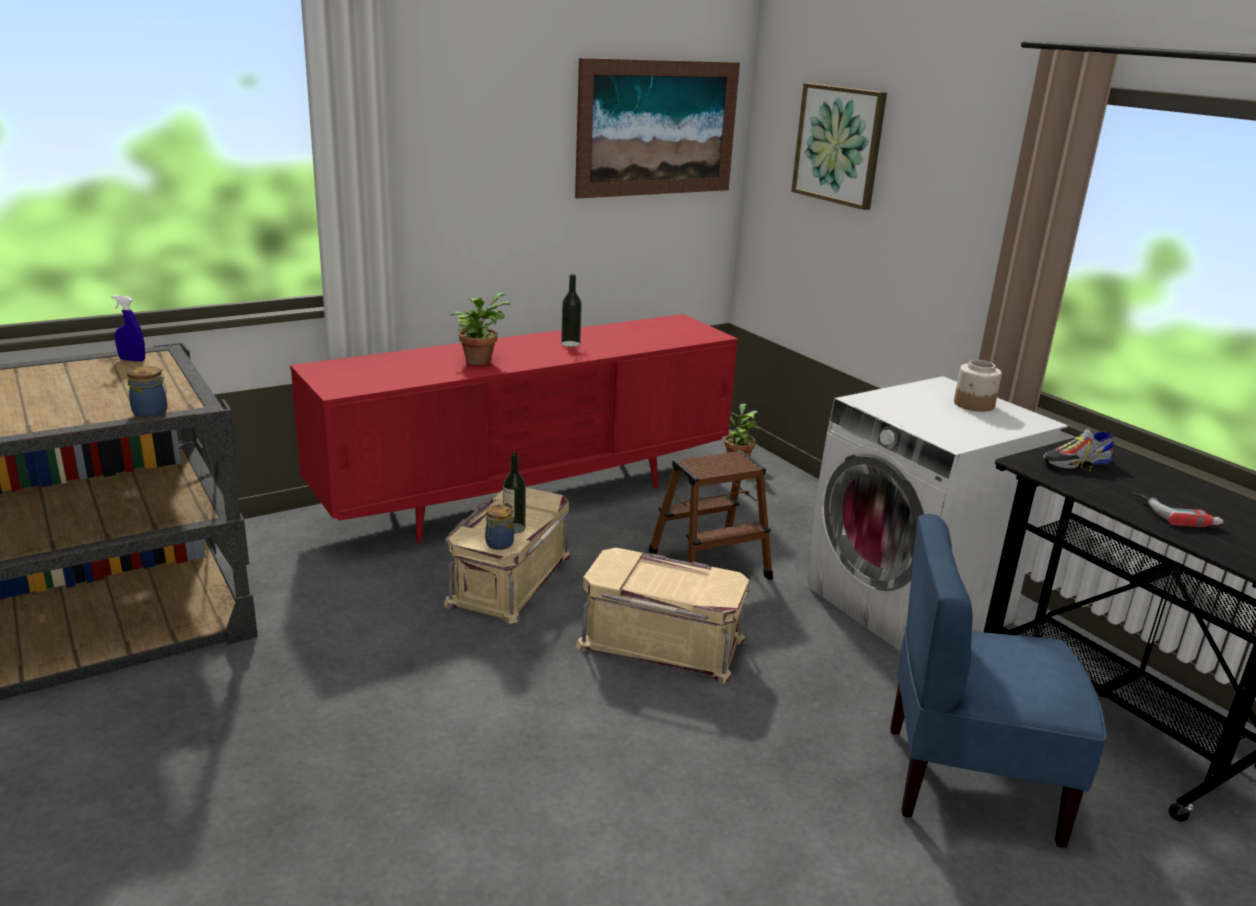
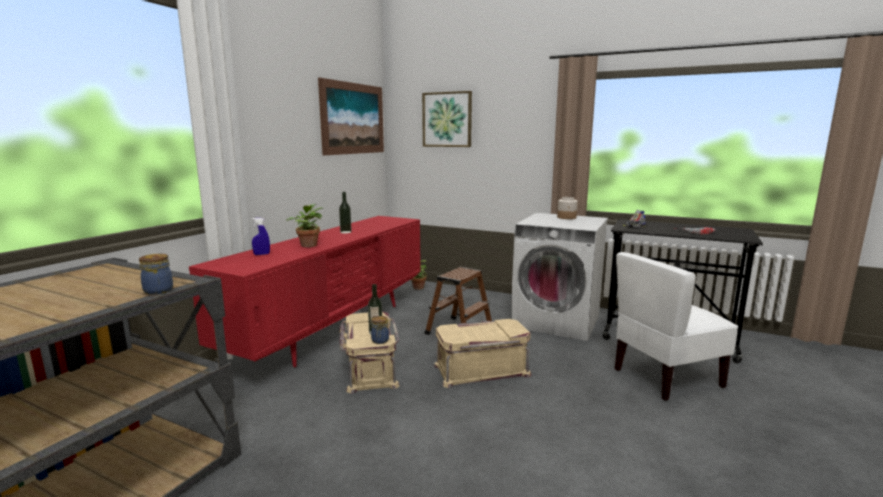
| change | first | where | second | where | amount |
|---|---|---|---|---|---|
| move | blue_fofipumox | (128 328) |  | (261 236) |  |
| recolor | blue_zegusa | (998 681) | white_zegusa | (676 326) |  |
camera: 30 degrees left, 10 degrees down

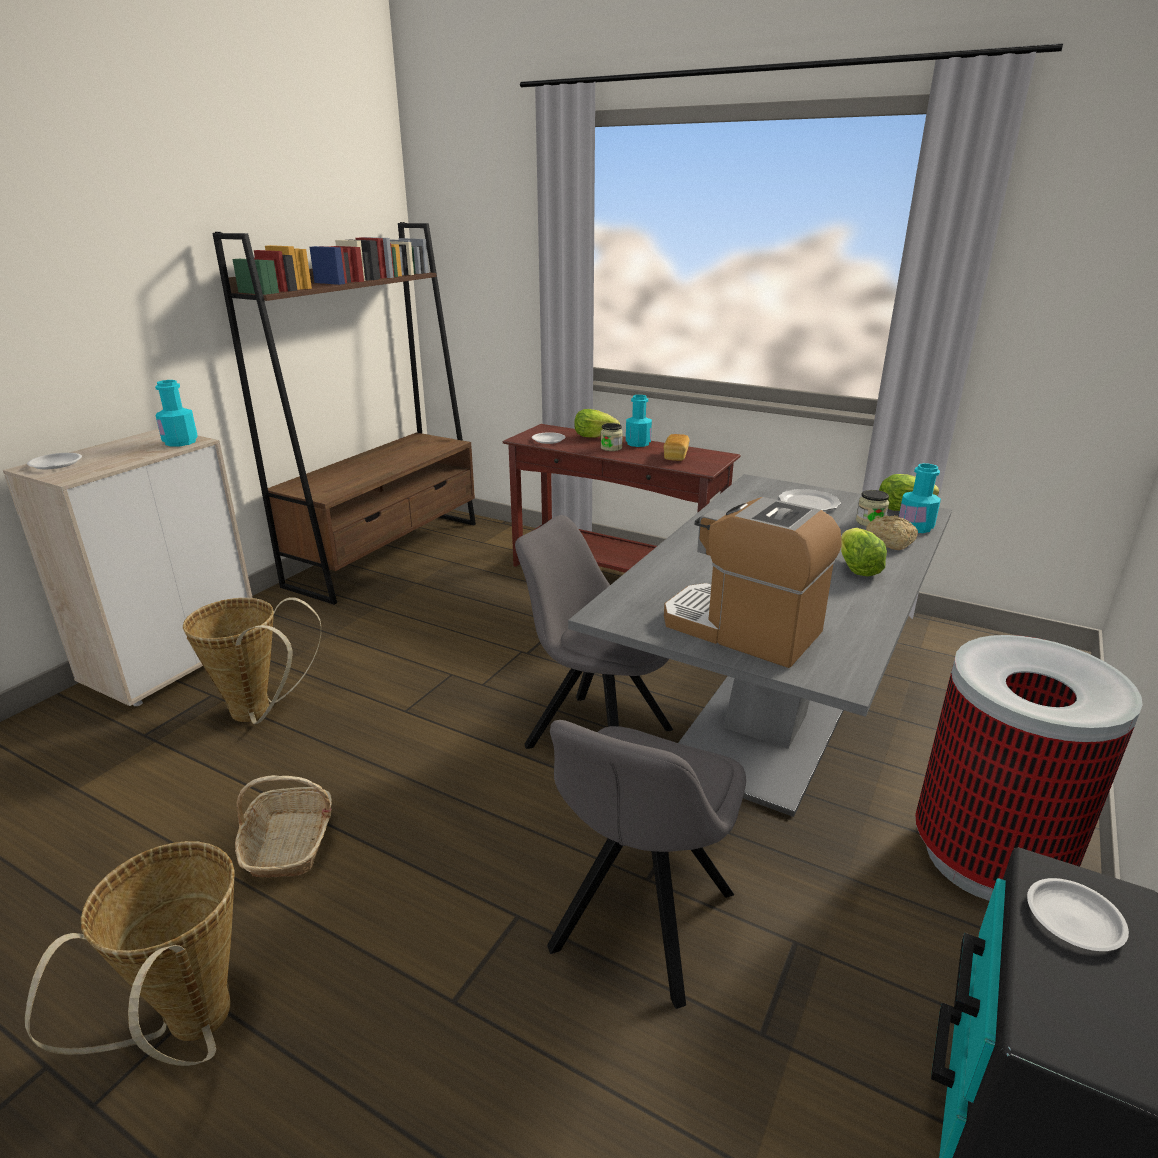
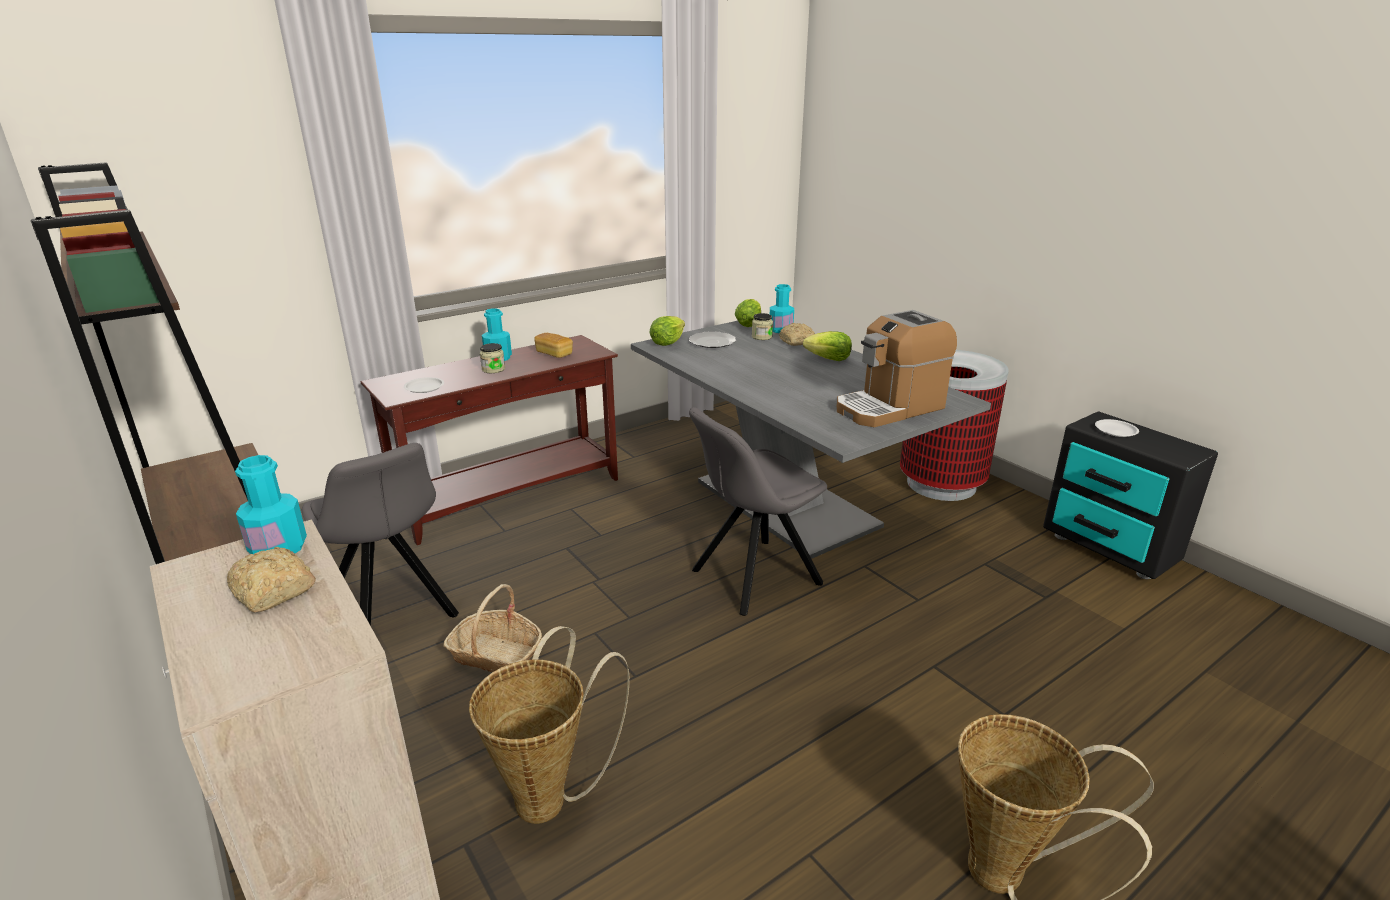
| change | first | where | second | where | amount |
|---|---|---|---|---|---|
| delete | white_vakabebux | (54 461) |  |  |  |
| insert |  |  | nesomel | (271 579) |  |
| move | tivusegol | (283 826) |  | (492 628) |  |
| move | grey_zegusa | (646 864) |  | (380 534) |  |
| move | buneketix | (597 423) |  | (667 331) |  |
camera: 65 degrees left, 0 degrees up

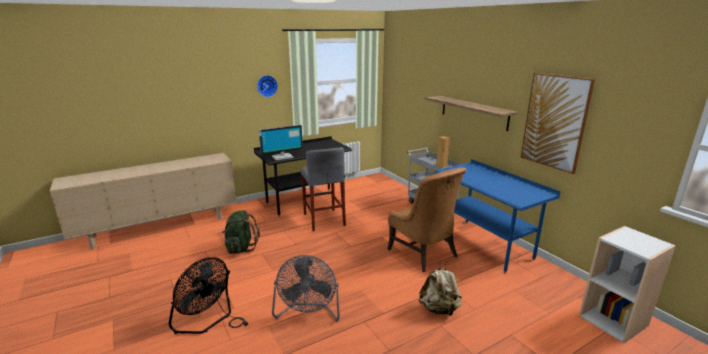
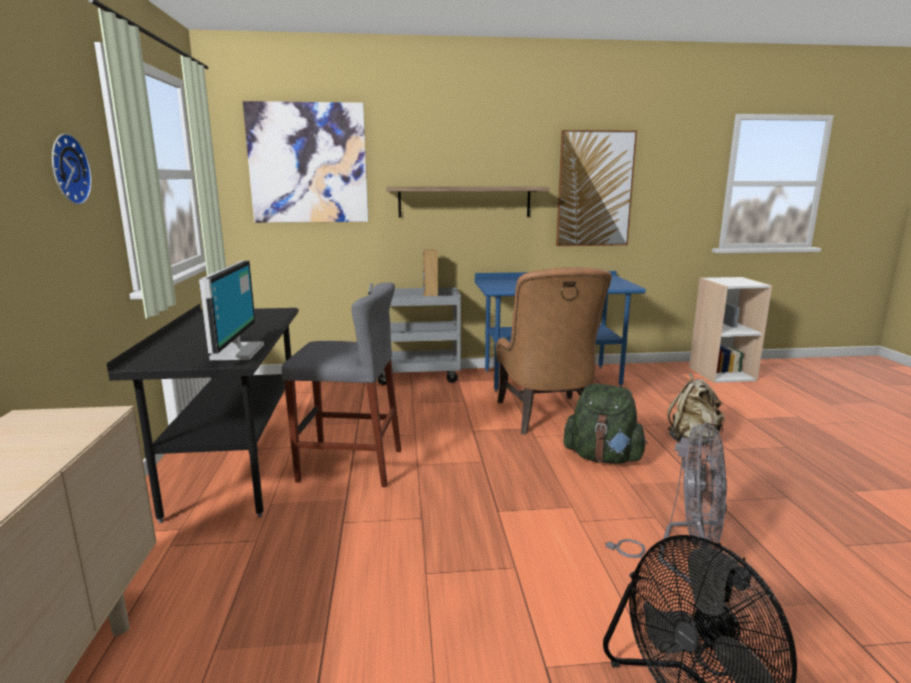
| change | first | where | second | where | amount |
|---|---|---|---|---|---|
| insert |  |  | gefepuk | (305 162) |  |
| move | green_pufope | (241 232) |  | (606 424) |  |
| rotate | brown_zegusa | (427 219) |  | (554 351) | 90 degrees clockwise |
camera: 65 degrees left, 5 degrees down

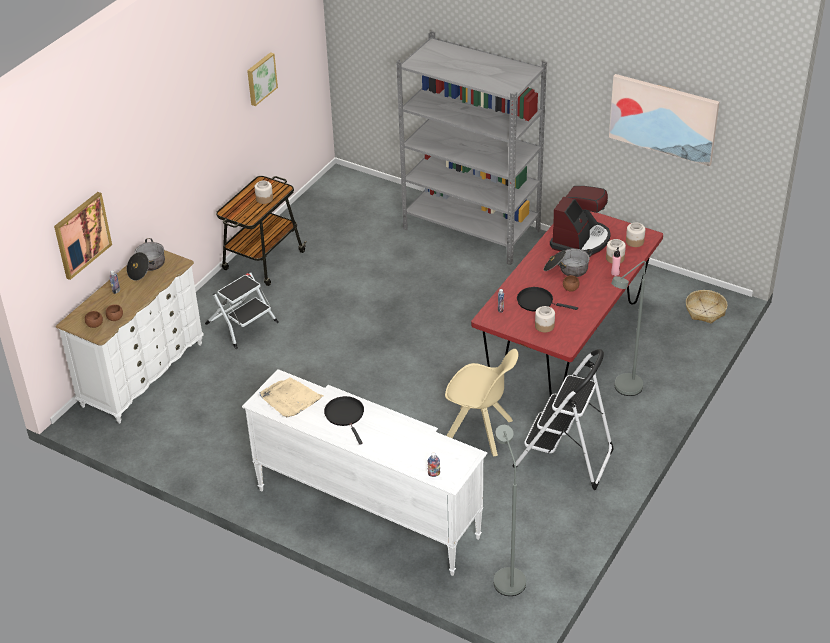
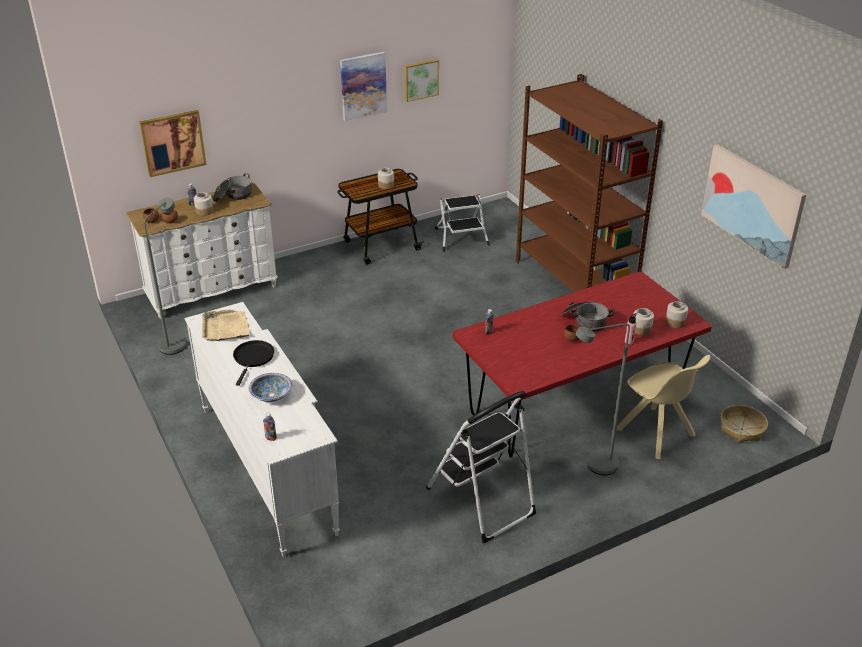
| change | first | where | second | where | amount |
|---|---|---|---|---|---|
| delete | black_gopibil | (547 299) |  |  |  |
| delete | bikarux | (580 221) |  |  |  |
| insert |  |  | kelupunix | (270 387) |  |
| insert |  |  | gefepuk | (363 86) |  |
| move | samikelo | (242 310) |  | (462 223) |  |
| move | beige_zegusa | (482 402) |  | (663 407) |  |
| move | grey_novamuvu | (510 510) |  | (165 276) |  |
| move | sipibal | (545 319) |  | (203 204) |  |
| recolor | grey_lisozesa | (471 148) | brown_lisozesa | (589 183) |  |
camera: 30 degrees right, 5 degrees down

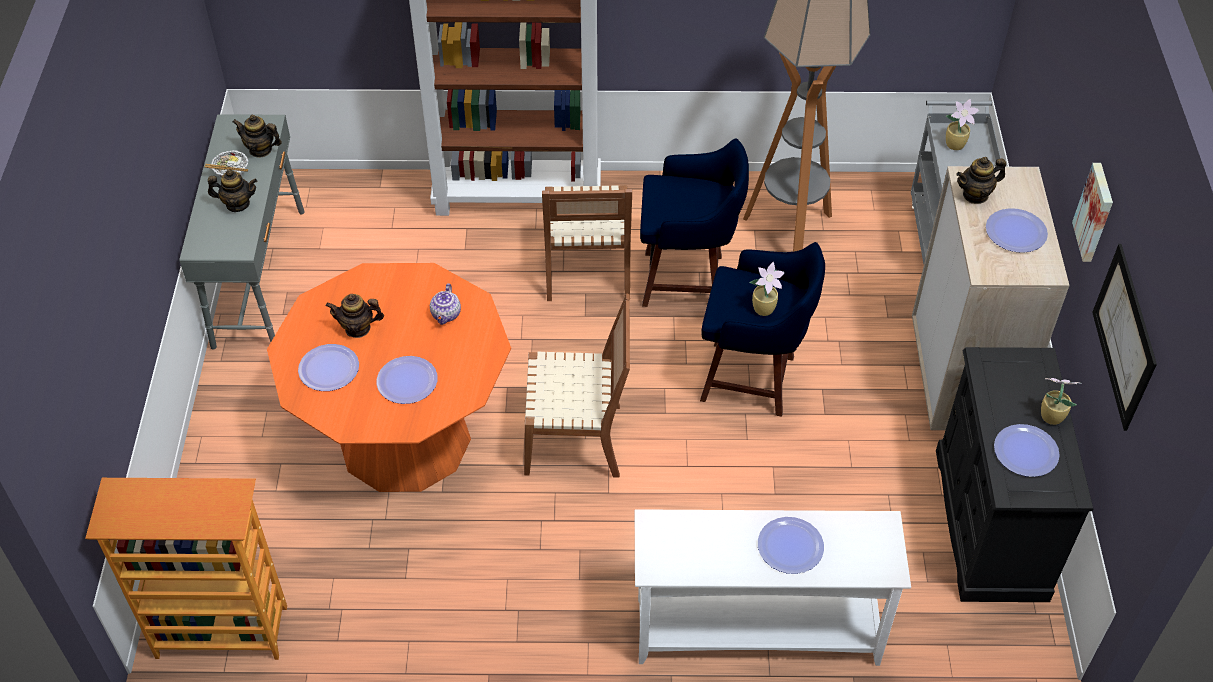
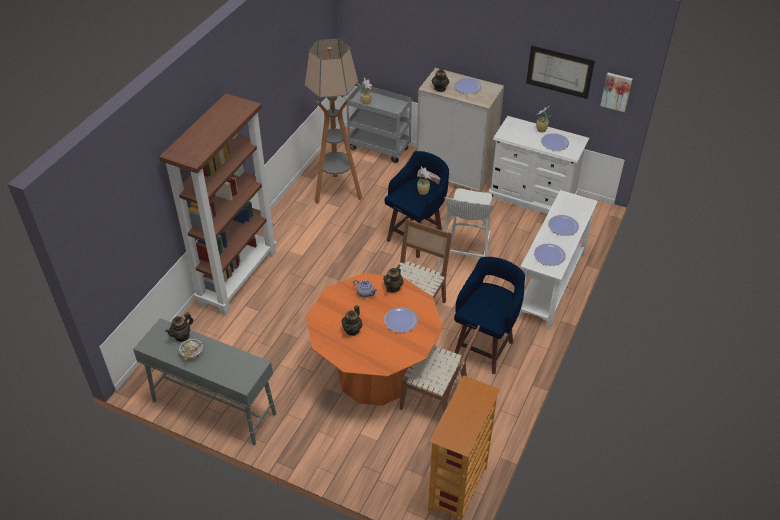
| change | first | where | second | where | amount |
|---|---|---|---|---|---|
| insert |  |  | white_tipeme | (464 234) |  |
| move | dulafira | (232 190) |  | (393 278) |  |
| move | vakabebux | (328 367) |  | (550 255) |  |
| move | zegusa | (587 243) |  | (440 368) |  |
| move | blue_tipeme | (694 222) |  | (489 316) |  |
| move | gefepuk | (1092 212) |  | (616 92) |  |
| recolor | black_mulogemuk | (1014 474) | white_mulogemuk | (539 165) |  |
camera: 65 degrees left, 5 degrees down

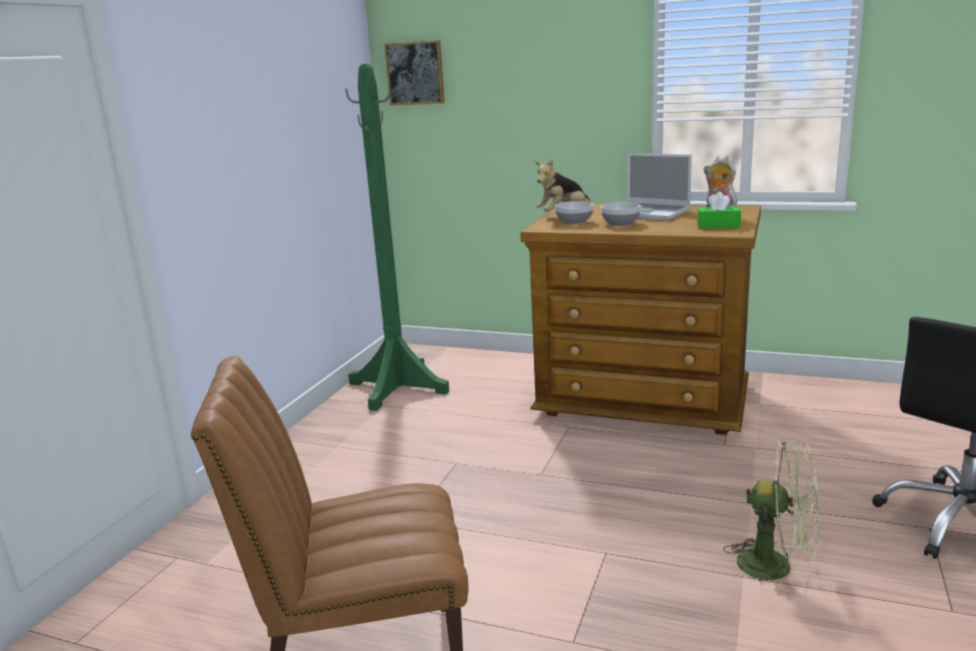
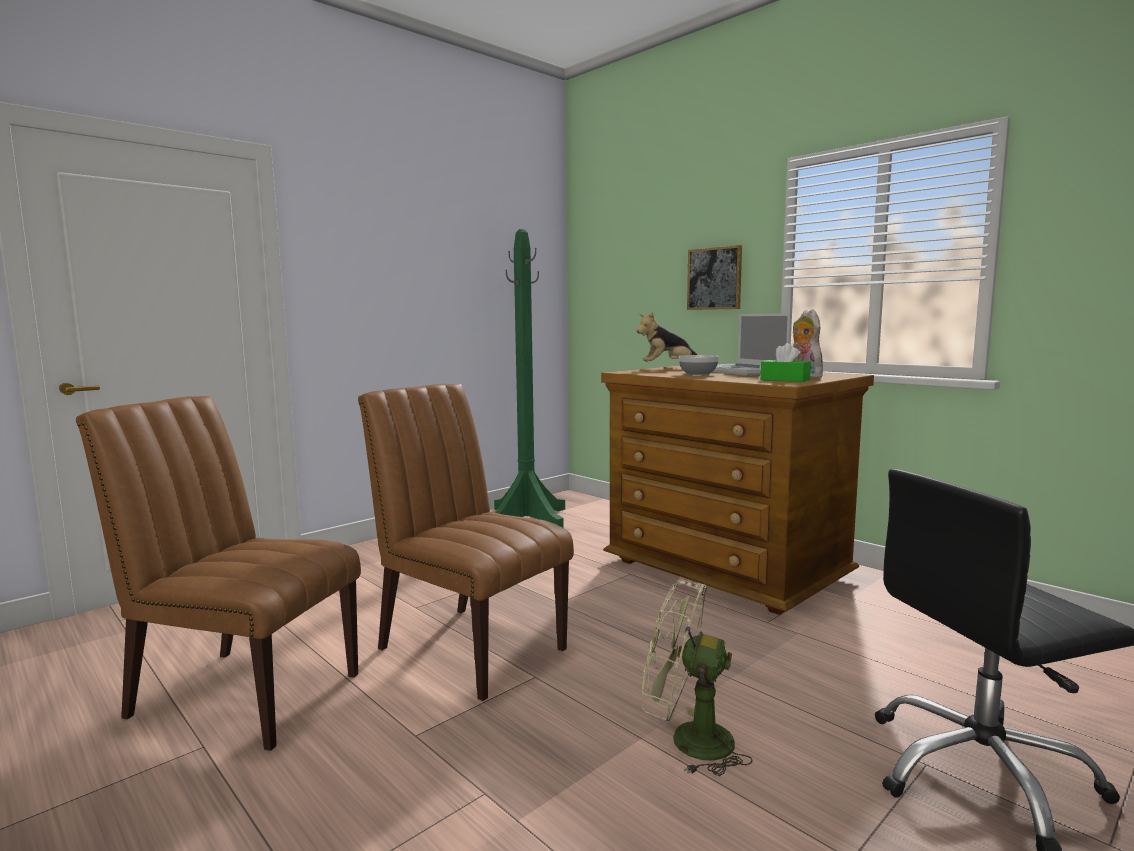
| change | first | where | second | where | amount |
|---|---|---|---|---|---|
| delete | kelupunix | (574 212) |  |  |  |
| insert |  |  | brown_zegusa | (466 542) |  |
| move | gefepuk | (414 72) |  | (714 277) |  |
| rotate | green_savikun | (771 518) |  | (697 677) | 150 degrees clockwise |
camera: 25 degrees right, 10 degrees down

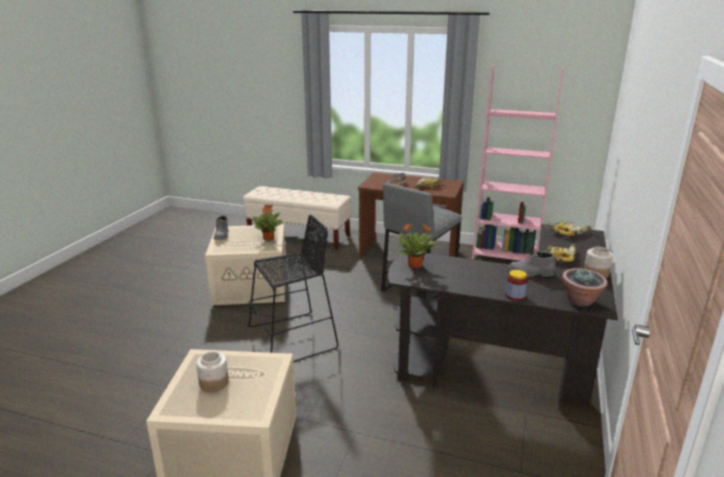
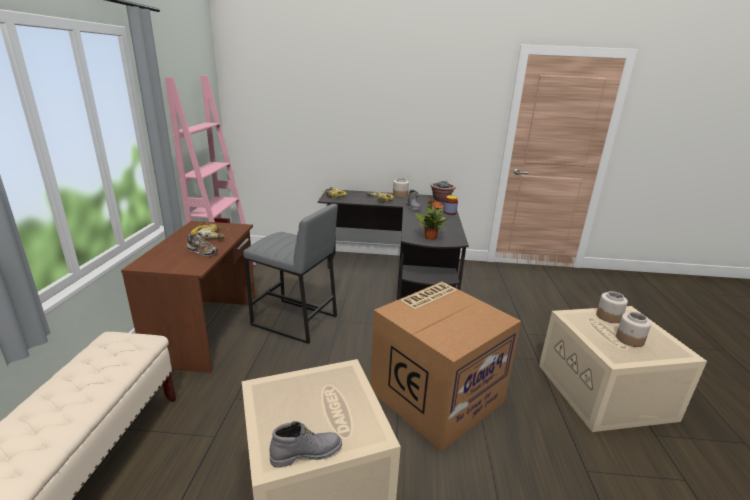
| change | first | where | second | where | amount |
|---|---|---|---|---|---|
| delete | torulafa | (267 222) |  |  |  |
| insert |  |  | sipibal | (612 307) |  |
| replace | black_tipeme | (293 289) | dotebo | (446 367) |  |
camera: 105 degrees left, 0 degrees up

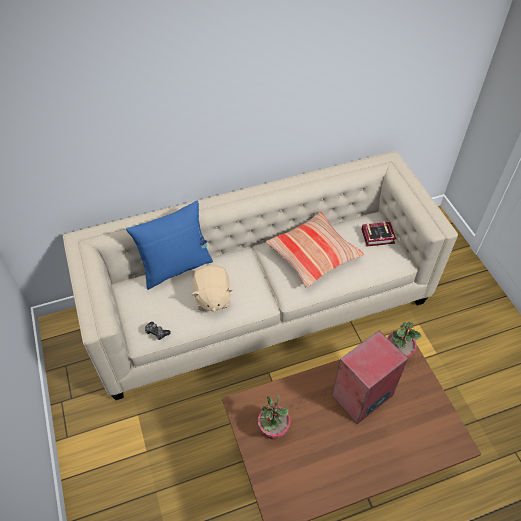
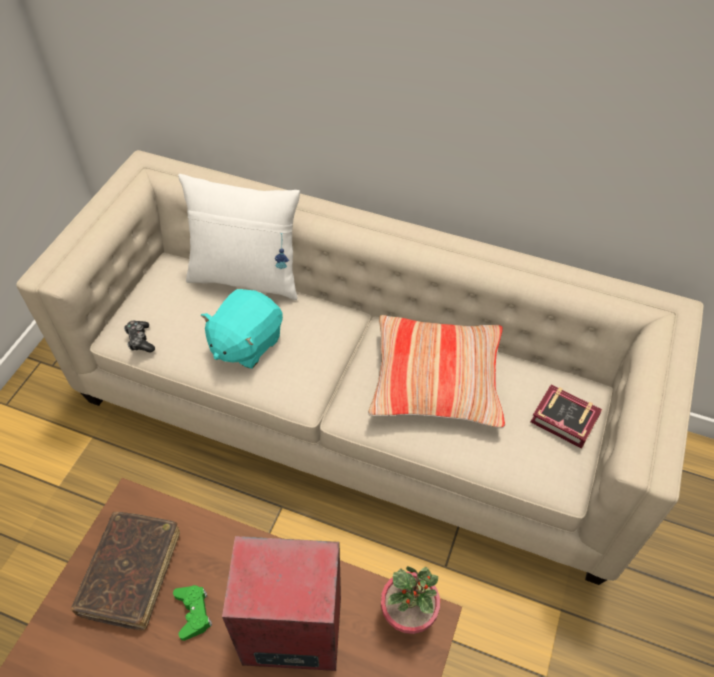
| change | first | where | second | where | amount |
|---|---|---|---|---|---|
| insert |  |  | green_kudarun | (192 613) |  |
| replace | torulafa | (274 417) | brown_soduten | (125 571) |  |
| recolor | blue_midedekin | (169 245) | white_midedekin | (239 237) |  |
| recolor | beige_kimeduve | (212 288) | turquoise_kimeduve | (242 329) |  |
camera: 40 degrees right, 0 degrees up

